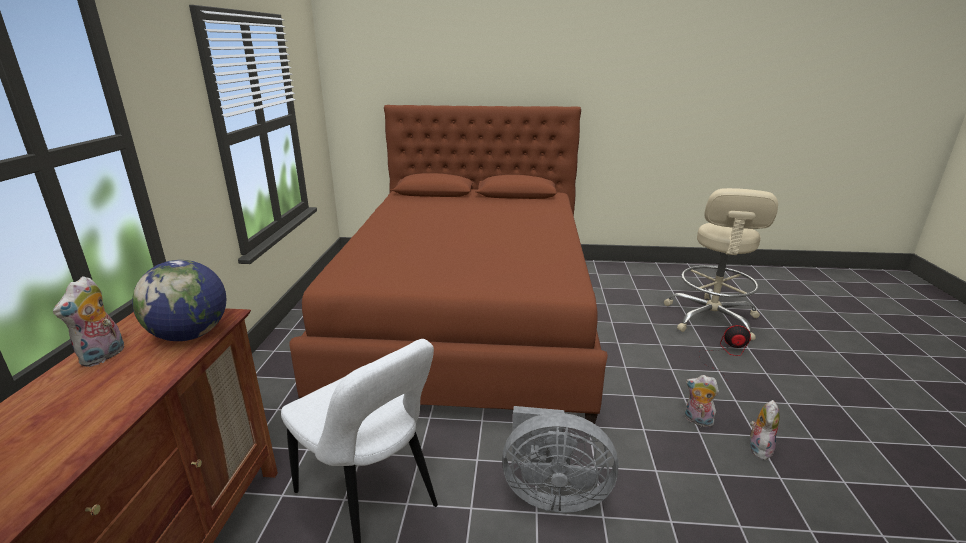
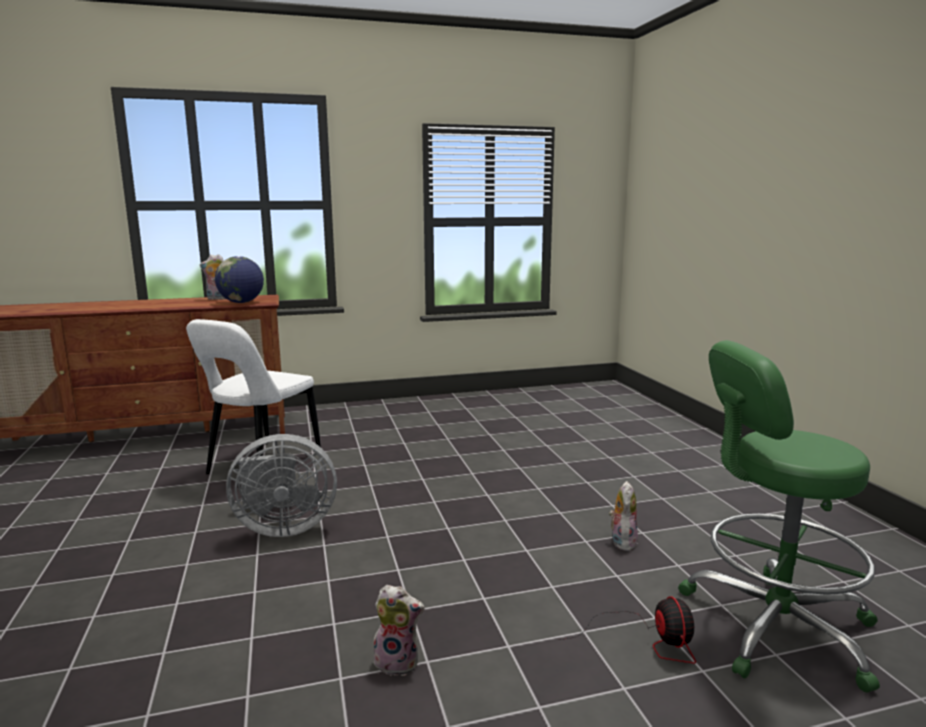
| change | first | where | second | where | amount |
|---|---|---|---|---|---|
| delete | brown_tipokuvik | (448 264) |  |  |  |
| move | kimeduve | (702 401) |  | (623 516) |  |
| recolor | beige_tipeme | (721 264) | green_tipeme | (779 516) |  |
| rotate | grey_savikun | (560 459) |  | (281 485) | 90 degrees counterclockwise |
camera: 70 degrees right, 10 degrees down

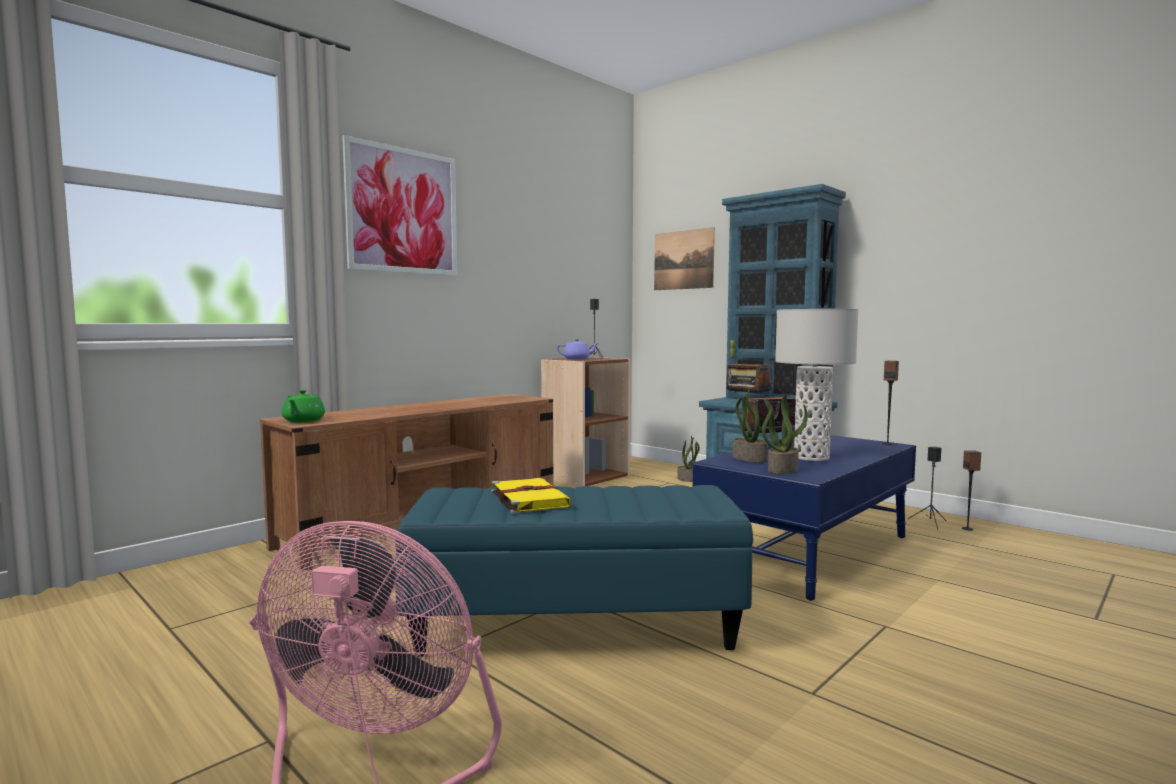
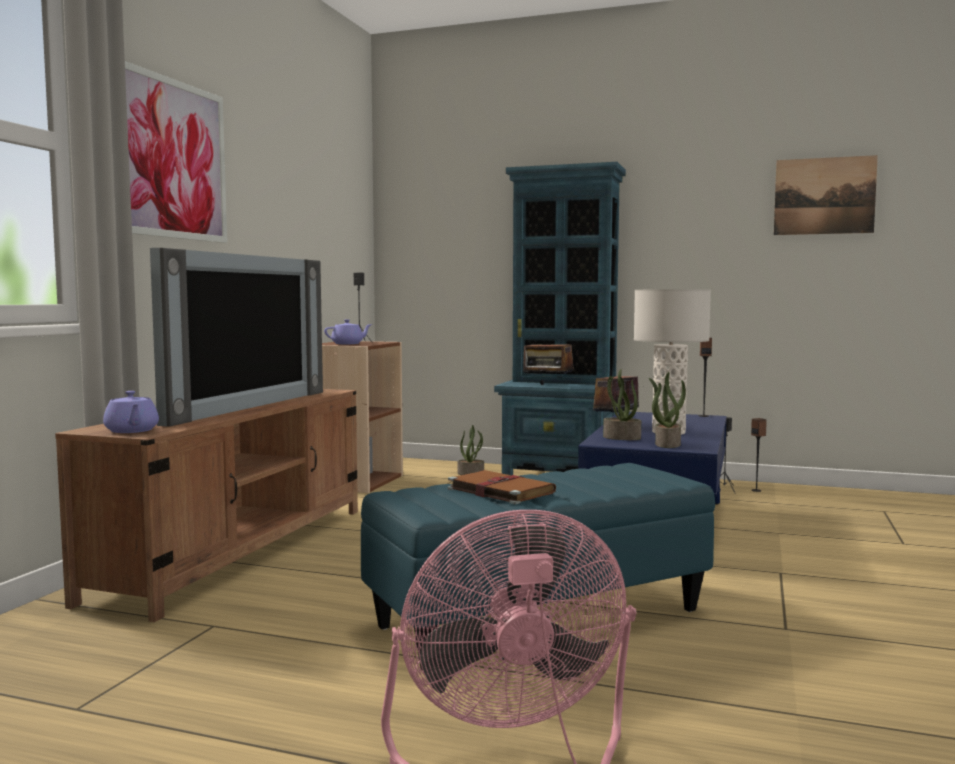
| change | first | where | second | where | amount |
|---|---|---|---|---|---|
| insert |  |  | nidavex | (236 337) |  |
| move | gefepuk | (684 258) |  | (826 195) |  |
| recolor | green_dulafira | (303 406) | purple_dulafira | (131 412) |  |
| recolor | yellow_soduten | (531 496) | brown_soduten | (502 487) |  |
camera: 25 degrees left, 0 degrees up

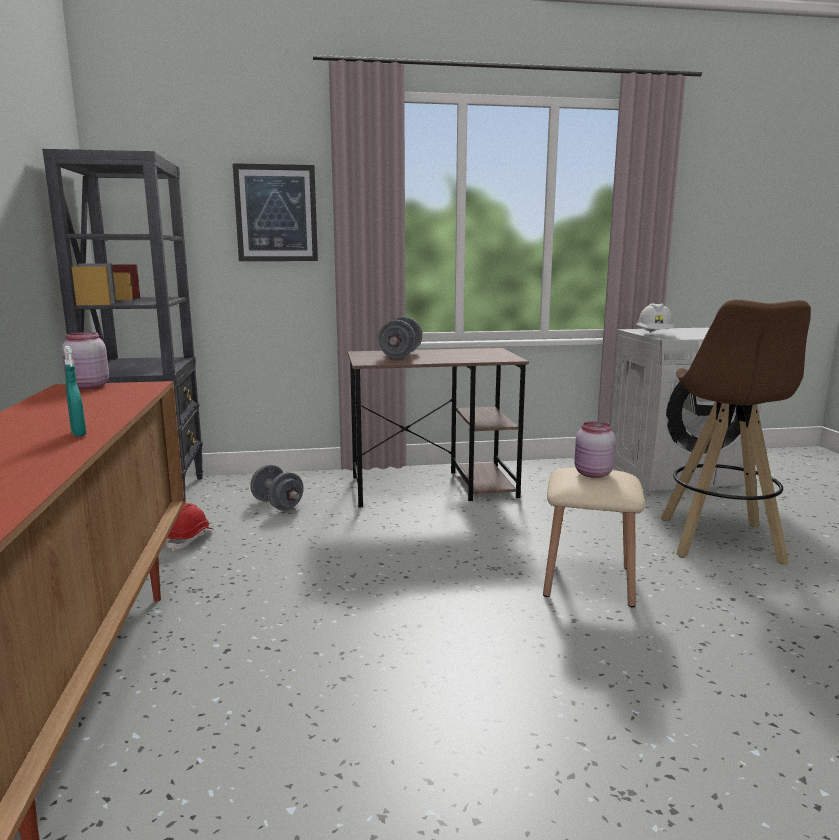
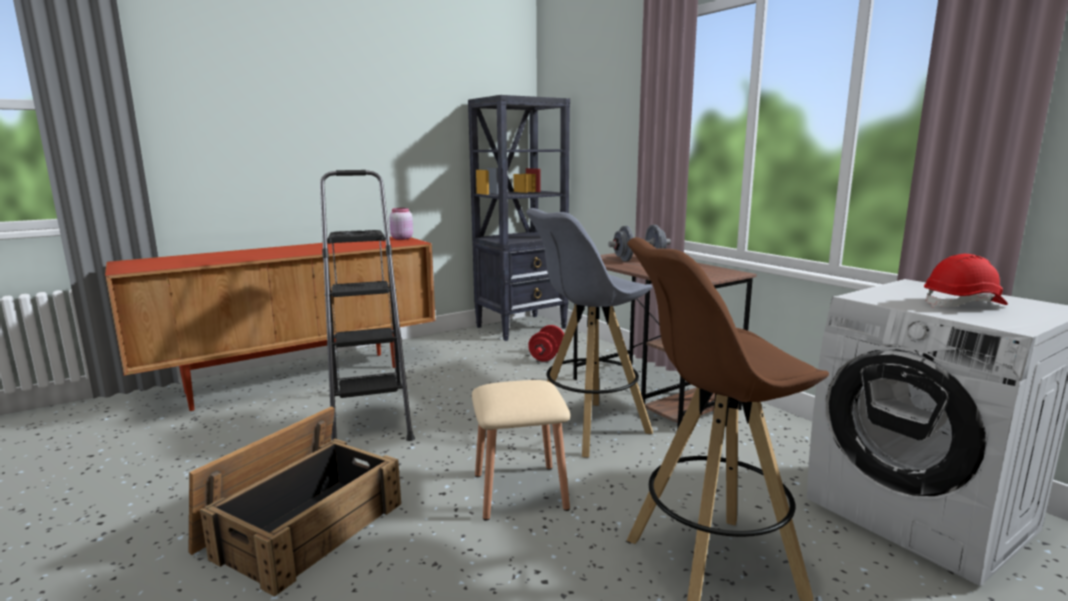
| change | first | where | second | where | amount |
|---|---|---|---|---|---|
| delete | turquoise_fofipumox | (75 391) |  |  |  |
| delete | gefepuk | (275 212) |  |  |  |
| delete | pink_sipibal | (595 449) |  |  |  |
| delete | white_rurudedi | (655 318) |  |  |  |
| insert |  |  | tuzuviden | (295 501) |  |
| insert |  |  | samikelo | (367 305) |  |
| insert |  |  | grey_tipeme | (589 333) |  |
| move | red_rurudedi | (188 527) |  | (966 281) |  |
| recolor | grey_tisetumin | (277 487) | red_tisetumin | (546 343) |  |
camera: 65 degrees right, 0 degrees up

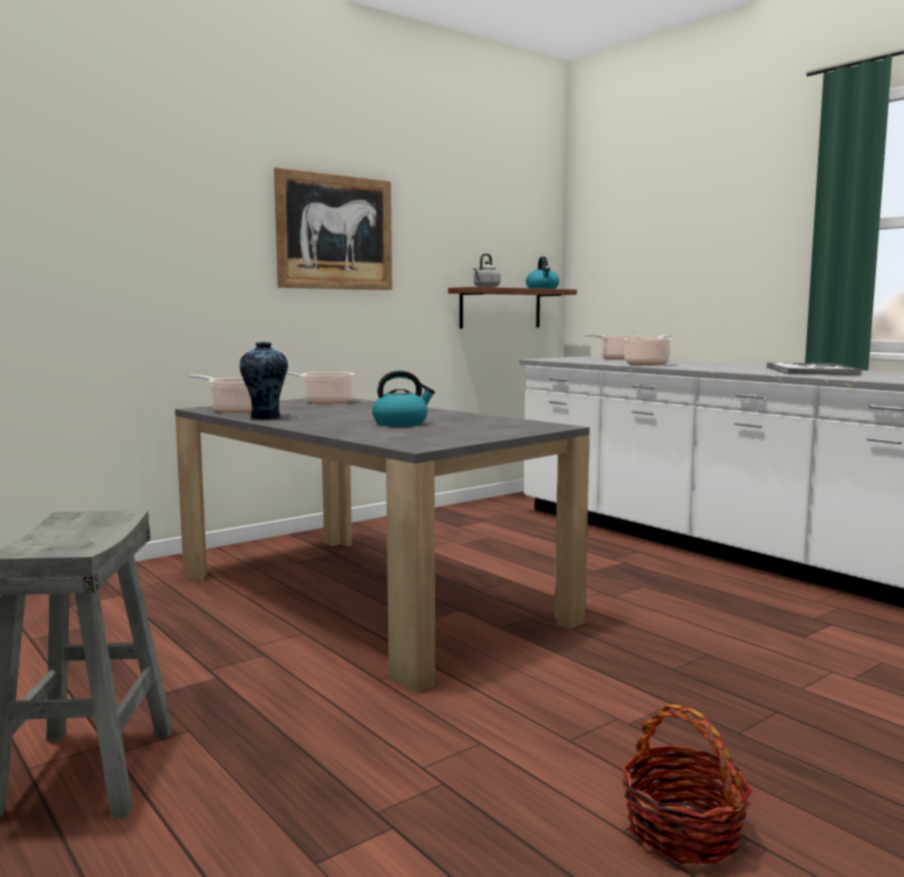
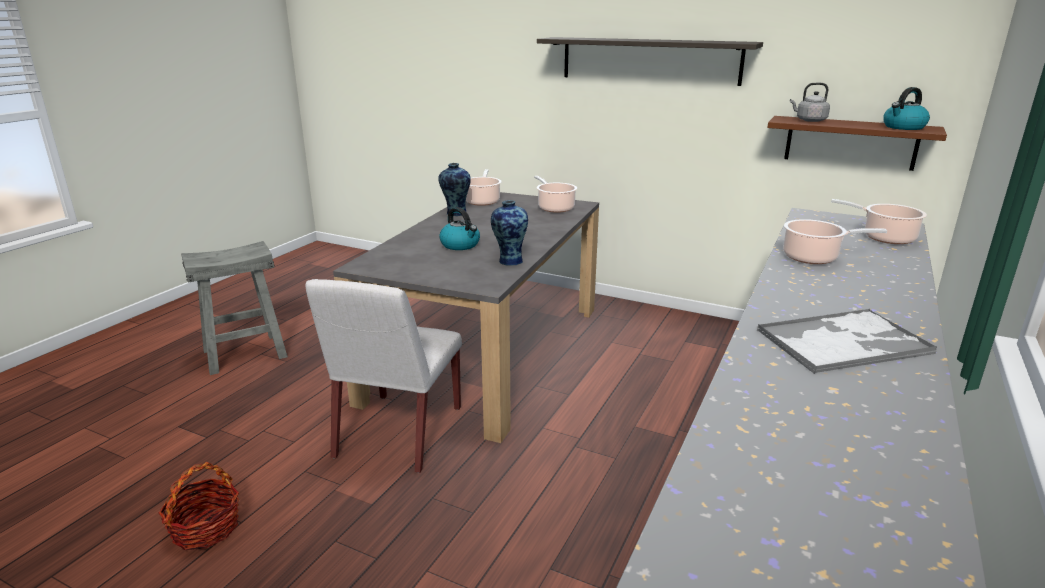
| change | first | where | second | where | amount |
|---|---|---|---|---|---|
| insert |  |  | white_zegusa | (383 376) |  |
| insert |  |  | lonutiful | (509 233) |  |
| replace | gefepuk | (333 228) | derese | (650 61) |  |
camera: 65 degrees right, 15 degrees up

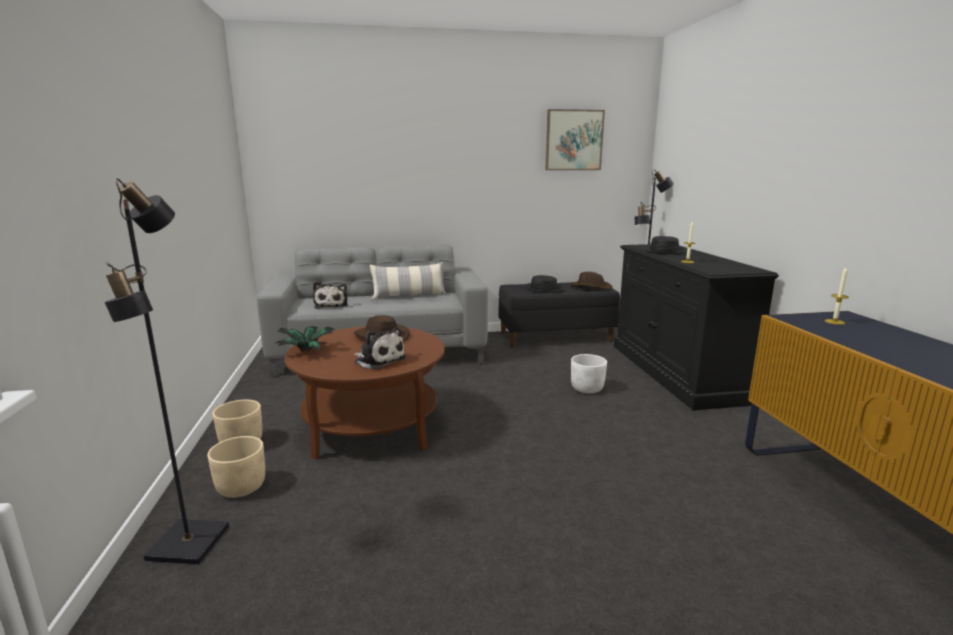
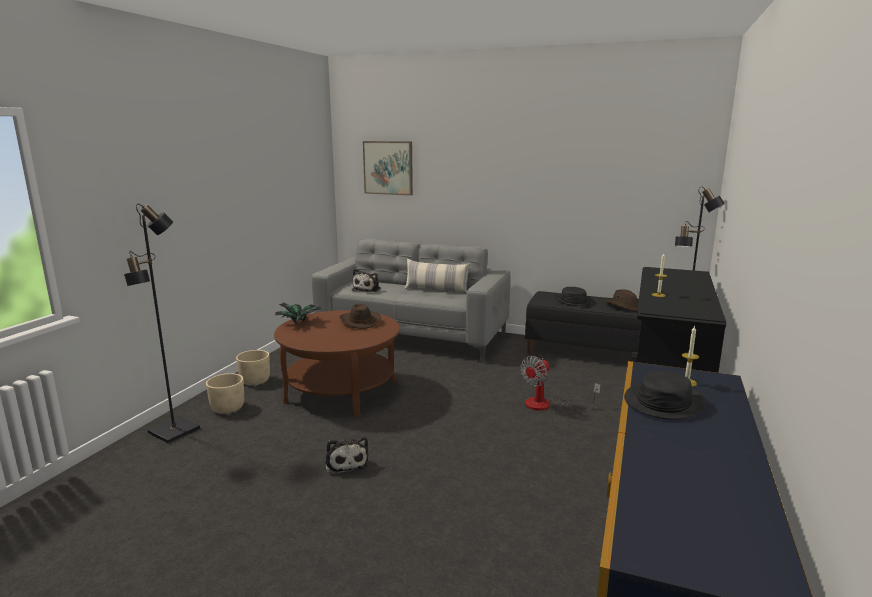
| change | first | where | second | where | amount |
|---|---|---|---|---|---|
| move | kimeduve | (380 348) |  | (347 456) |  |
| move | gefepuk | (575 139) |  | (388 168) |  |
| move | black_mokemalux | (664 245) |  | (665 395) |  |
| replace | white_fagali | (589 373) | savikun | (561 383) |  |
camera: 30 degrees right, 0 degrees up

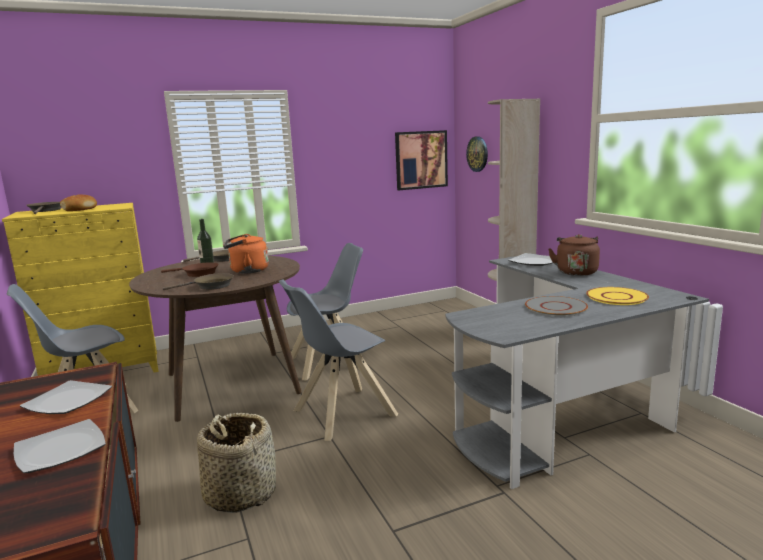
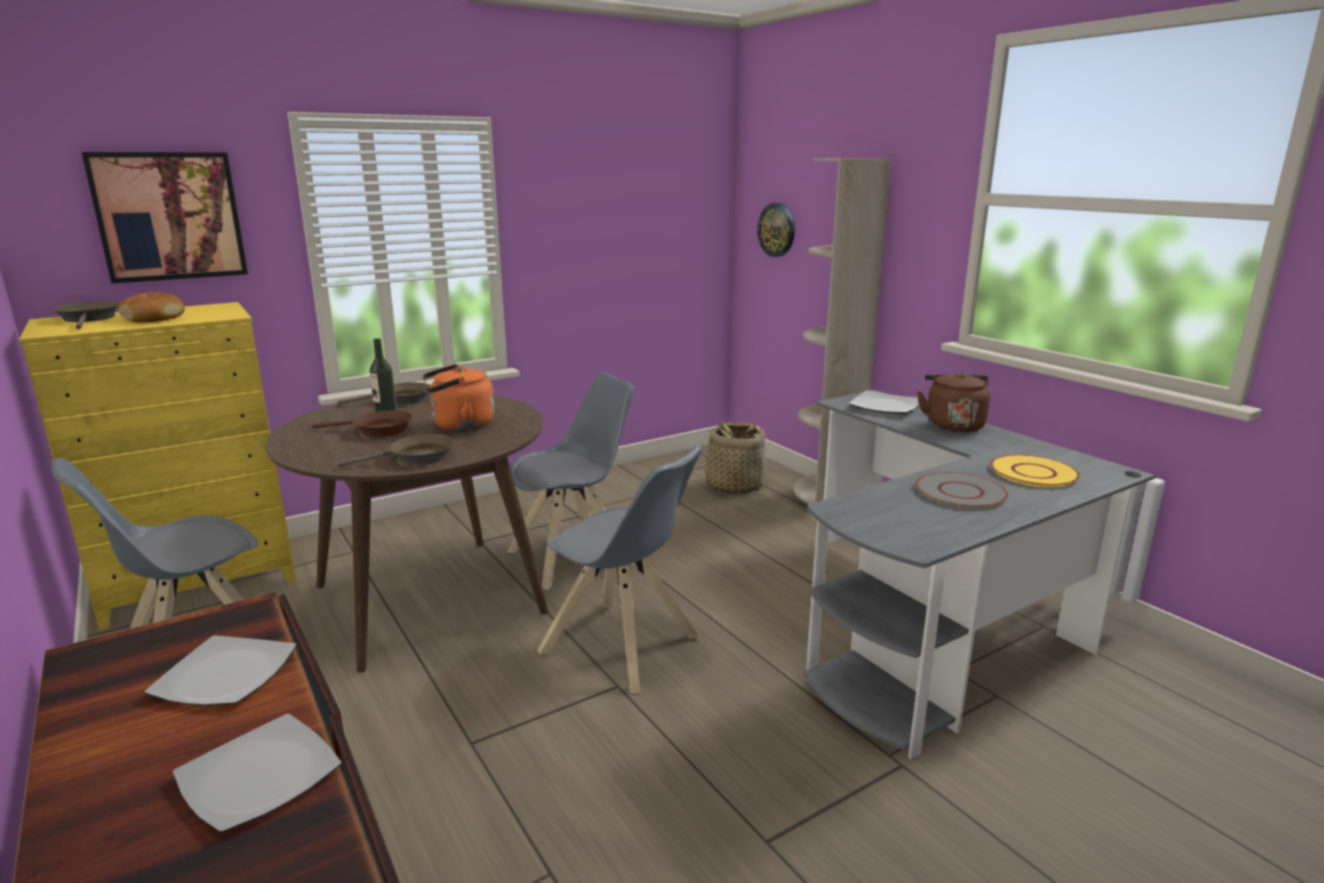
| change | first | where | second | where | amount |
|---|---|---|---|---|---|
| move | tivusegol | (236 463) |  | (733 457) |  |
| move | gefepuk | (421 160) |  | (165 218) |  |
| rotate | grey_zegusa | (338 360) |  | (620 569) | 105 degrees counterclockwise |
camera: 10 degrees left, 5 degrees up

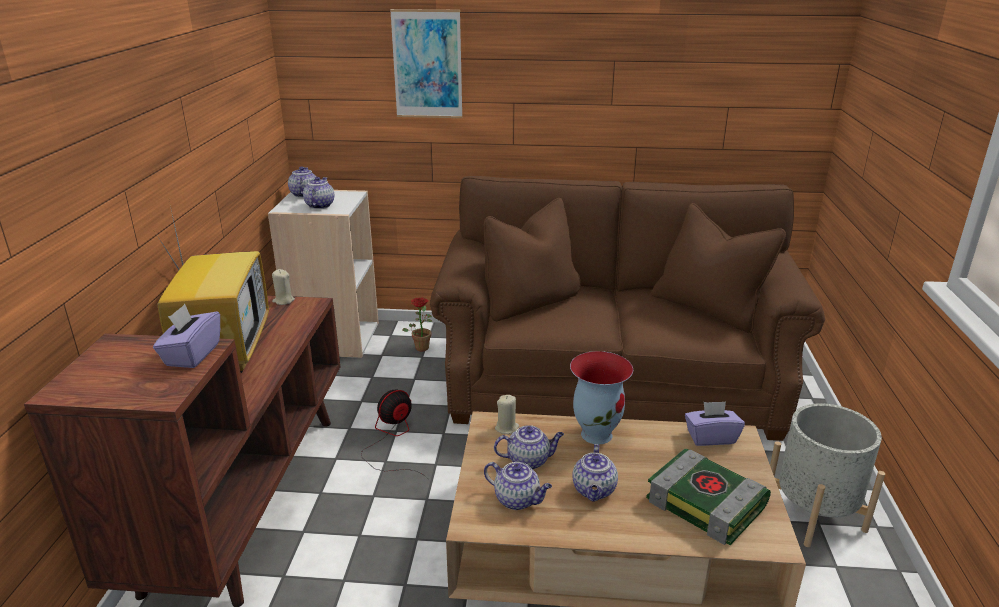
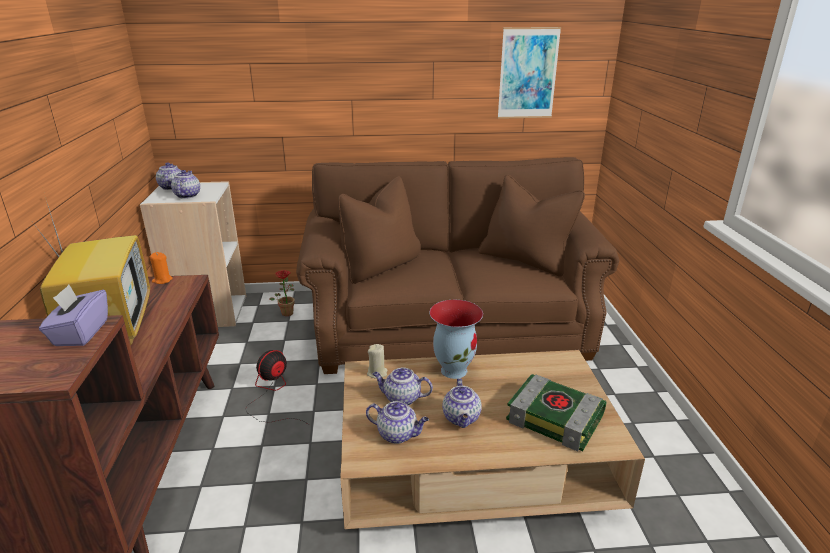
| change | first | where | second | where | amount |
|---|---|---|---|---|---|
| delete | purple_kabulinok | (715 423) |  |  |  |
| delete | grey_fagali | (827 475) |  |  |  |
| move | gefepuk | (426 63) |  | (529 73) |  |
| recolor | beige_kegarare | (283 287) | orange_kegarare | (161 268) |  |
| rotate | dulafira | (529 447) |  | (403 386) | 150 degrees counterclockwise |
camera: 10 degrees left, 0 degrees up

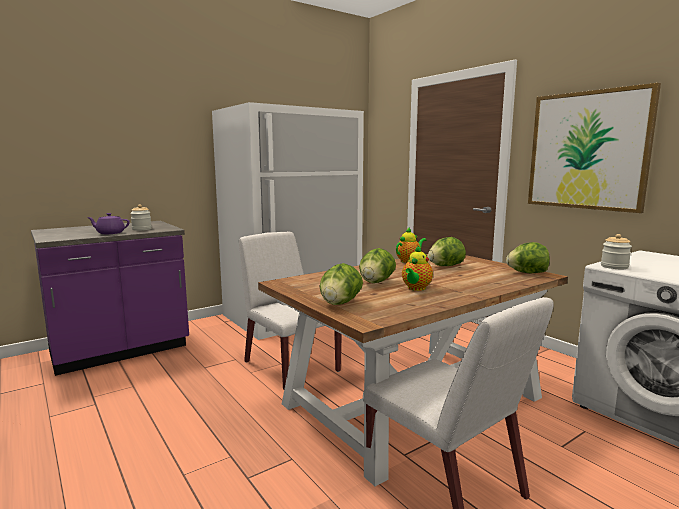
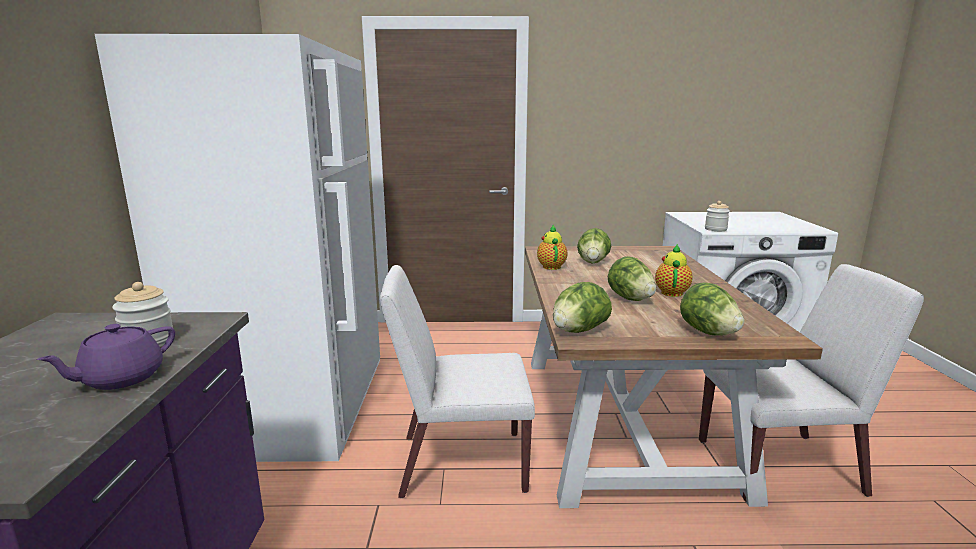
| change | first | where | second | where | amount |
|---|---|---|---|---|---|
| delete | gefepuk | (594 148) |  |  |  |
| move | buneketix | (528 257) |  | (582 307) |  |
| rotate | dulafira | (417 268) |  | (674 270) | 135 degrees counterclockwise |
camera: 55 degrees left, 5 degrees up

